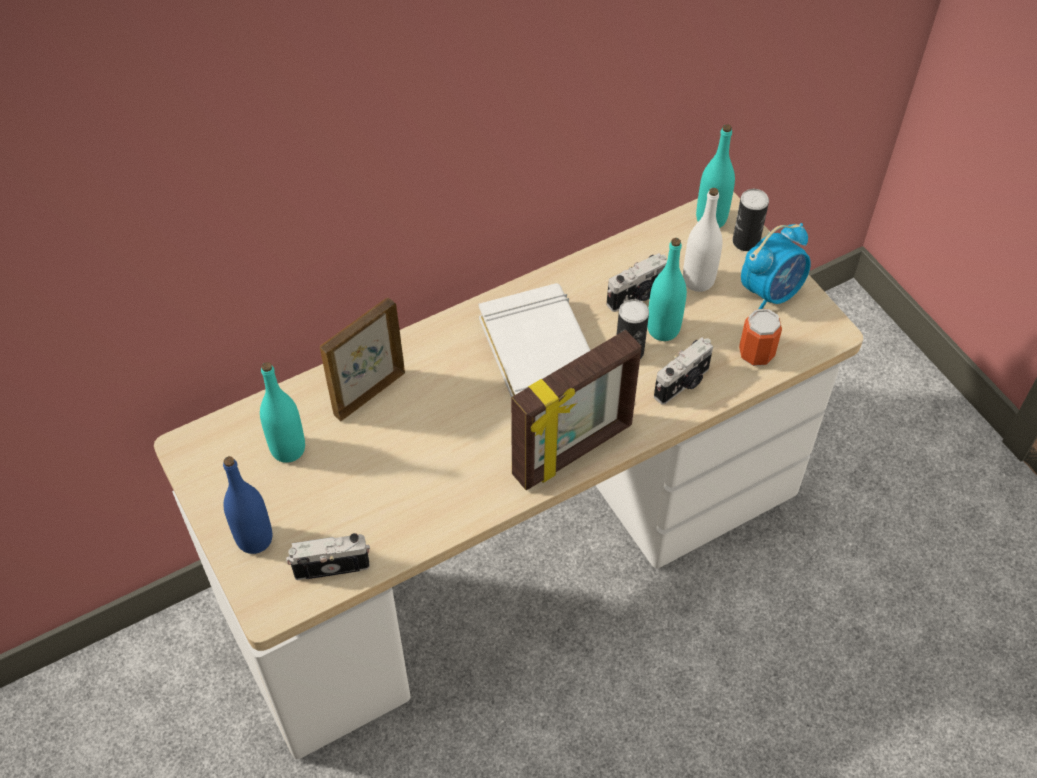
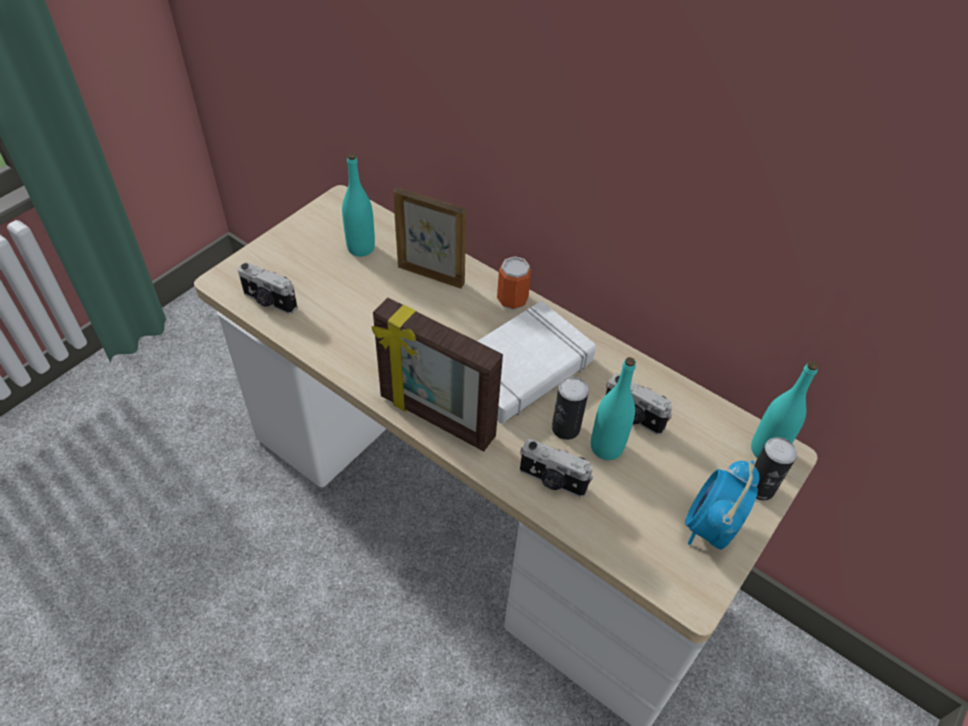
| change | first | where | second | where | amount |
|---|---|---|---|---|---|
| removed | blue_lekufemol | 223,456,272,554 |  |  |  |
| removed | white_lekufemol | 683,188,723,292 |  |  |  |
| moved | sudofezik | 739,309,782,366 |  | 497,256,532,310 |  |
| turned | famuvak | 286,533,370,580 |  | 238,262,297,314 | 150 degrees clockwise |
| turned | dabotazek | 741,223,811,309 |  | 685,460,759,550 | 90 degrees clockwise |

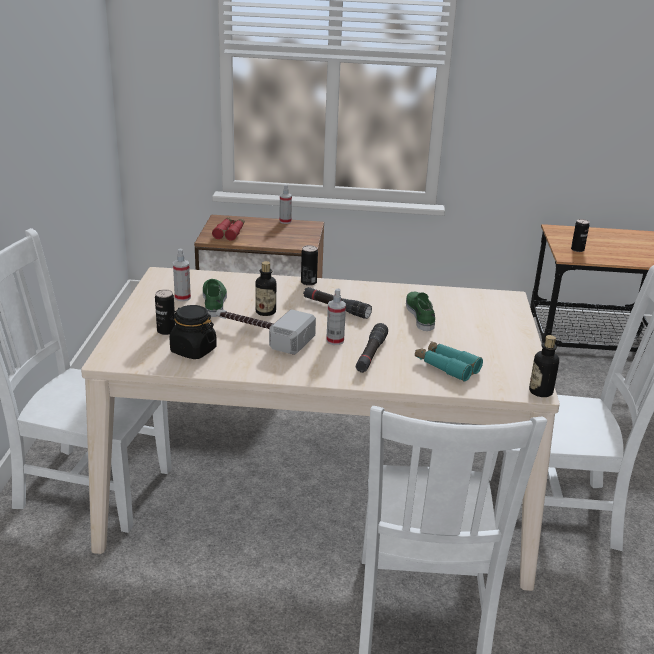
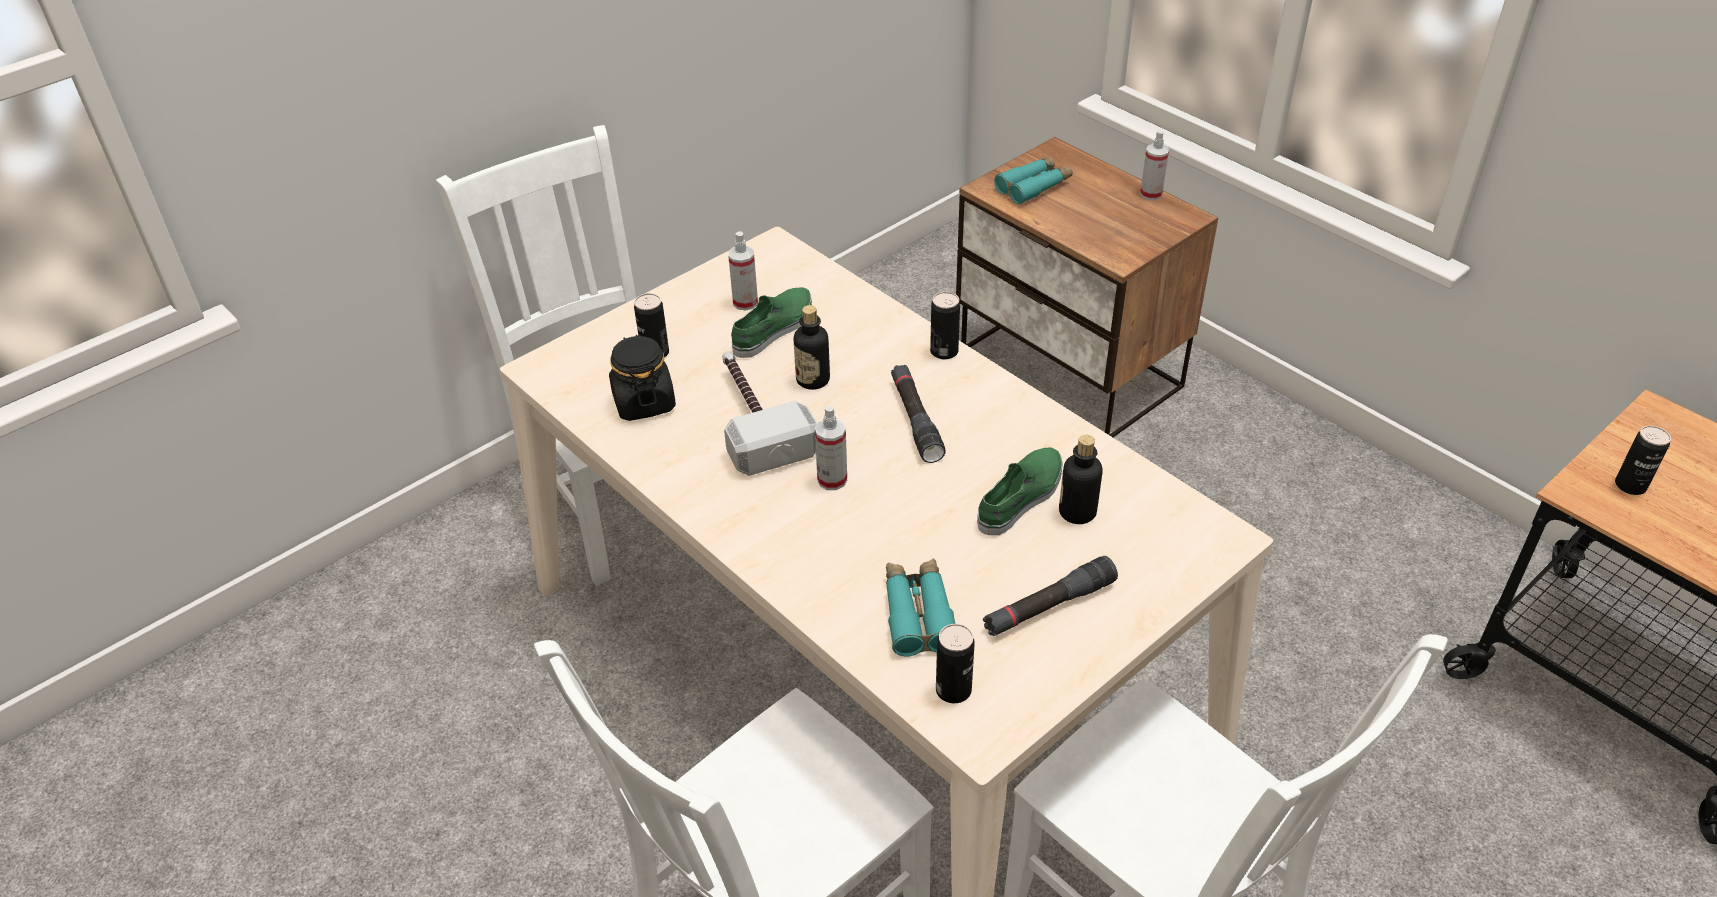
| change | first | where | second | where | amount |
|---|---|---|---|---|---|
| added |  |  | sudofezik | 936,624,975,703 |  |
| moved | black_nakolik | 356,323,388,373 |  | 983,556,1118,636 |  |
| moved | lekufemol | 529,335,559,397 |  | 1059,435,1103,524 |  |
| recoloured | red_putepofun | 212,217,245,241 | turquoise_putepofun | 994,156,1073,204 |  |

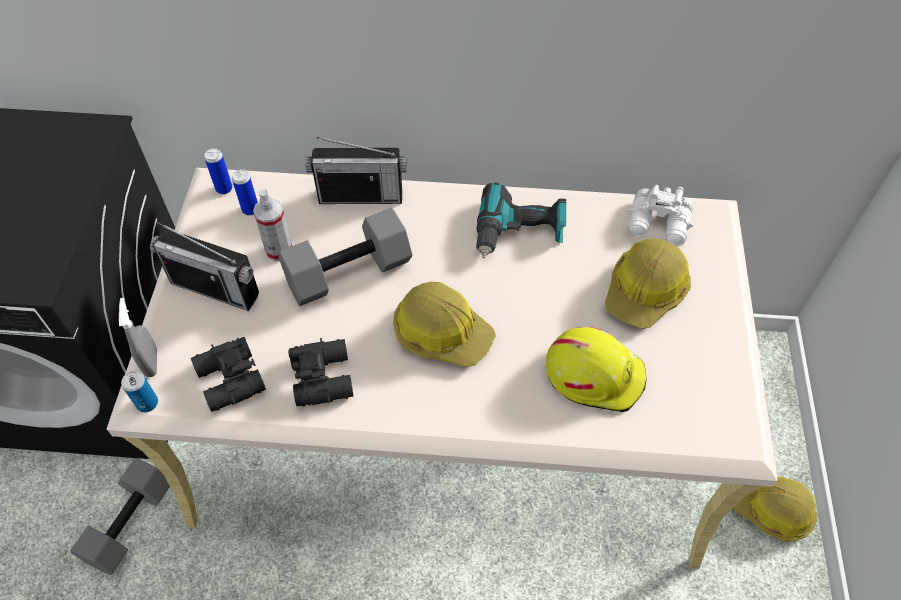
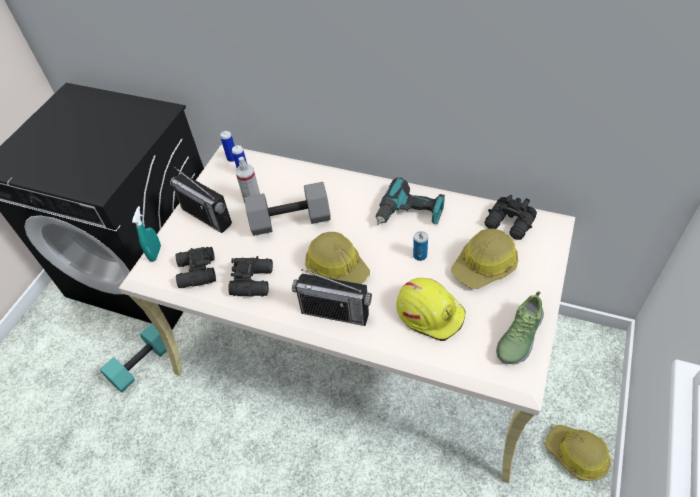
| change | first | where | second | where | amount |
|---|---|---|---|---|---|
| added |  |  | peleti | 496,291,544,365 |  |
| moved | sudofezik | 121,371,158,412 |  | 413,231,428,261 |  |
| moved | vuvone | 306,137,407,204 |  | 292,269,372,326 |  |
| recoloured | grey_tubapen | 70,458,170,575 | turquoise_tubapen | 100,323,167,393 |  |
| recoloured | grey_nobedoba | 119,298,157,377 | turquoise_nobedoba | 132,206,161,262 |  |
| recoloured | white_putepofun | 628,185,693,246 | black_putepofun | 485,195,537,240 |  |

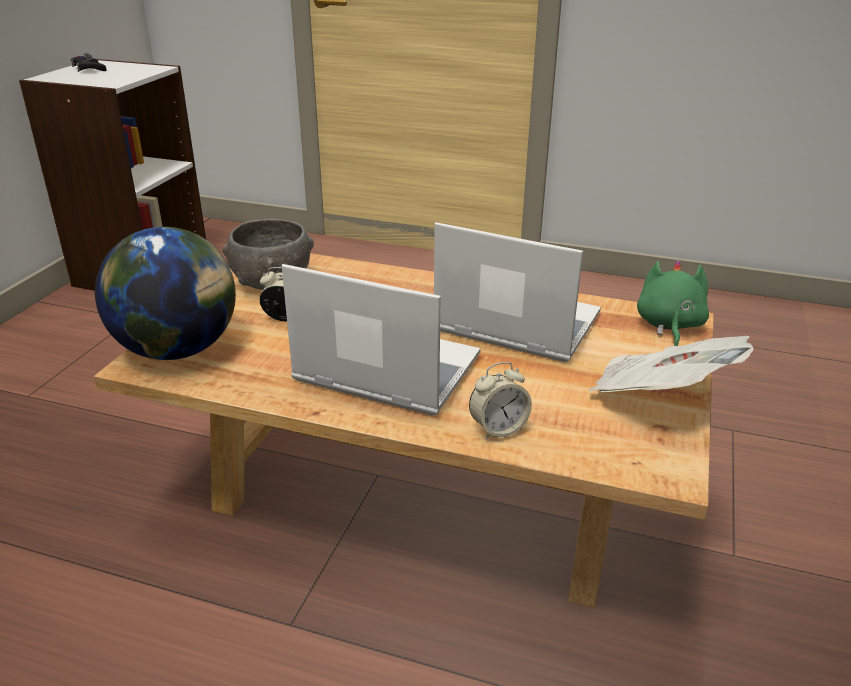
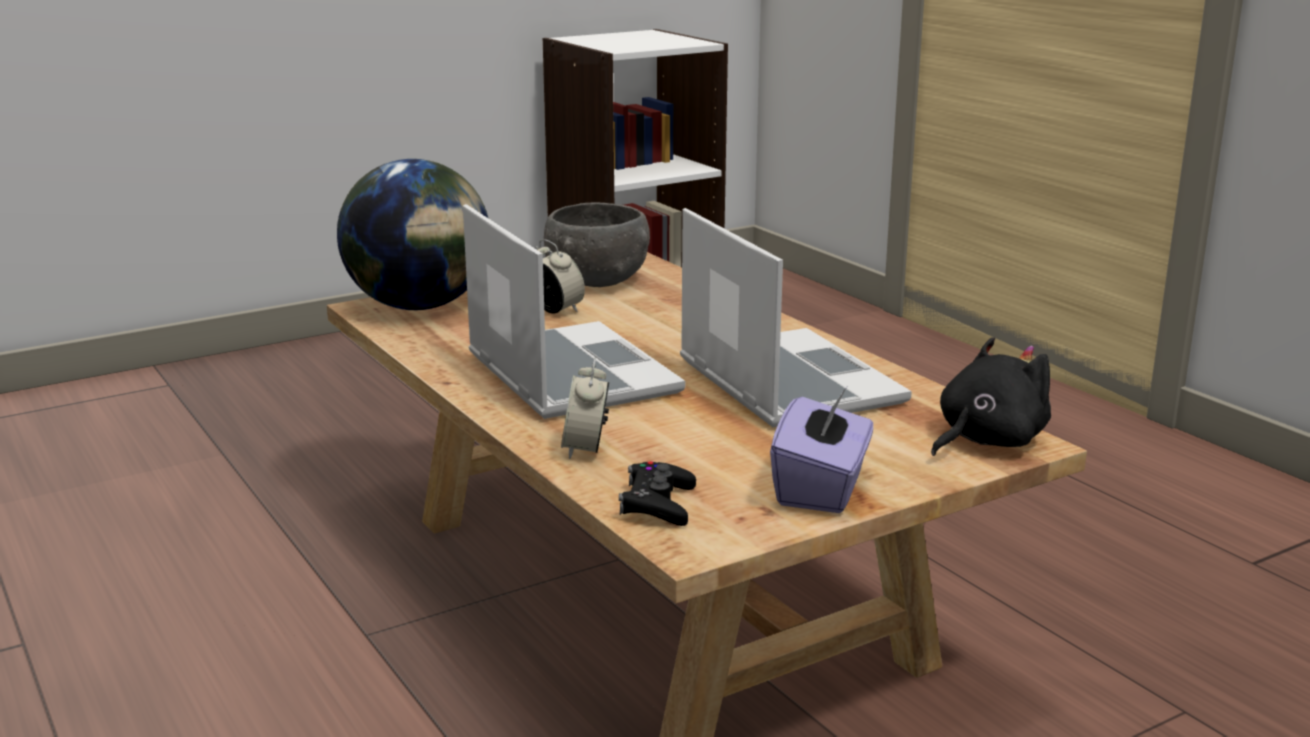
| change | first | where | second | where | amount |
|---|---|---|---|---|---|
| moved | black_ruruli | 70,53,107,72 |  | 619,461,696,526 |  |
| replaced | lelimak | 589,336,754,392 | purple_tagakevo | 770,387,873,513 |  |
| recoloured | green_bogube | 637,260,709,346 | black_bogube | 931,337,1051,456 |  |
| turned | dabotazek | 469,362,532,440 |  | 561,357,609,459 | 75 degrees clockwise |

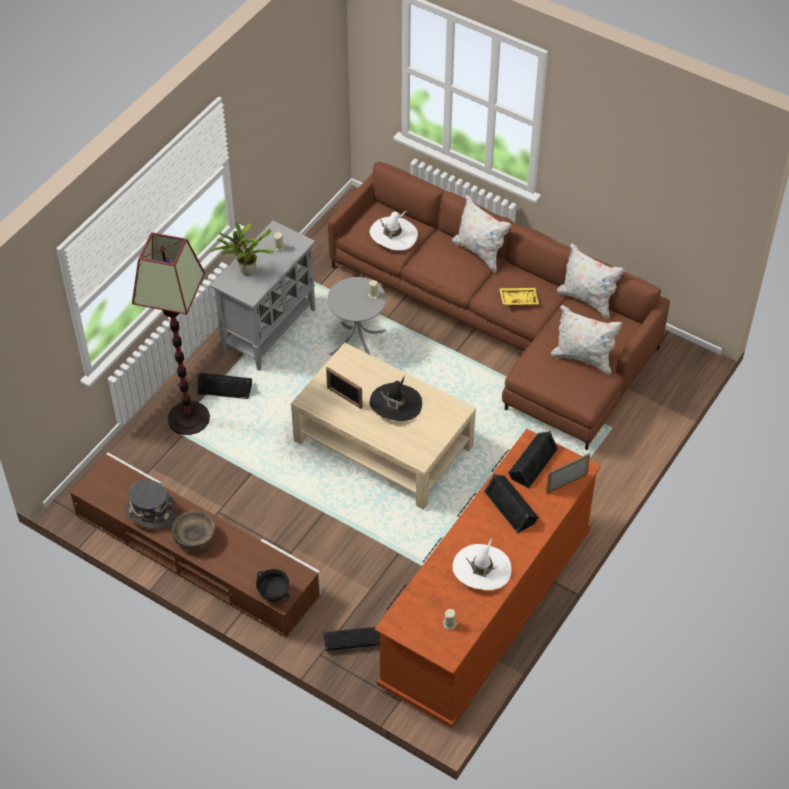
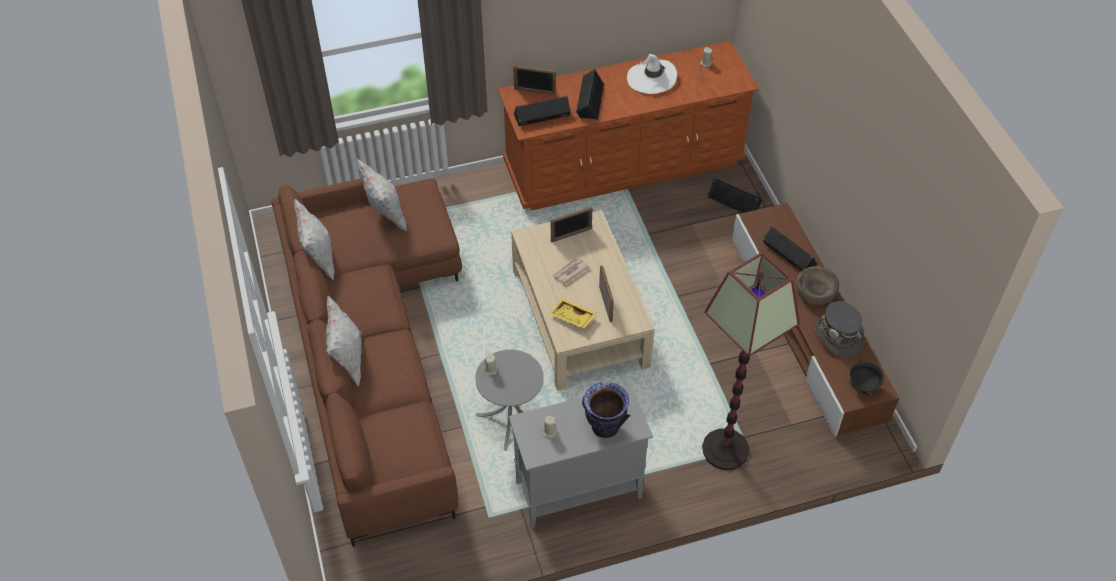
| change | first | where | second | where | amount |
|---|---|---|---|---|---|
| removed | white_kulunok | 369,211,418,250 |  |  |  |
| added |  |  | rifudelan | 551,206,592,242 |  |
| moved | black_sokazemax | 197,373,252,399 |  | 762,226,817,271 |  |
| moved | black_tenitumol | 256,569,290,601 |  | 850,359,884,397 |  |
| moved | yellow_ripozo | 499,288,539,306 |  | 550,299,597,329 |  |
| replaced | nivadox | 210,222,274,276 | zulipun | 582,382,631,438 |  |
| replaced | black_kulunok | 370,376,422,421 | lelimak | 552,258,589,285 |  |

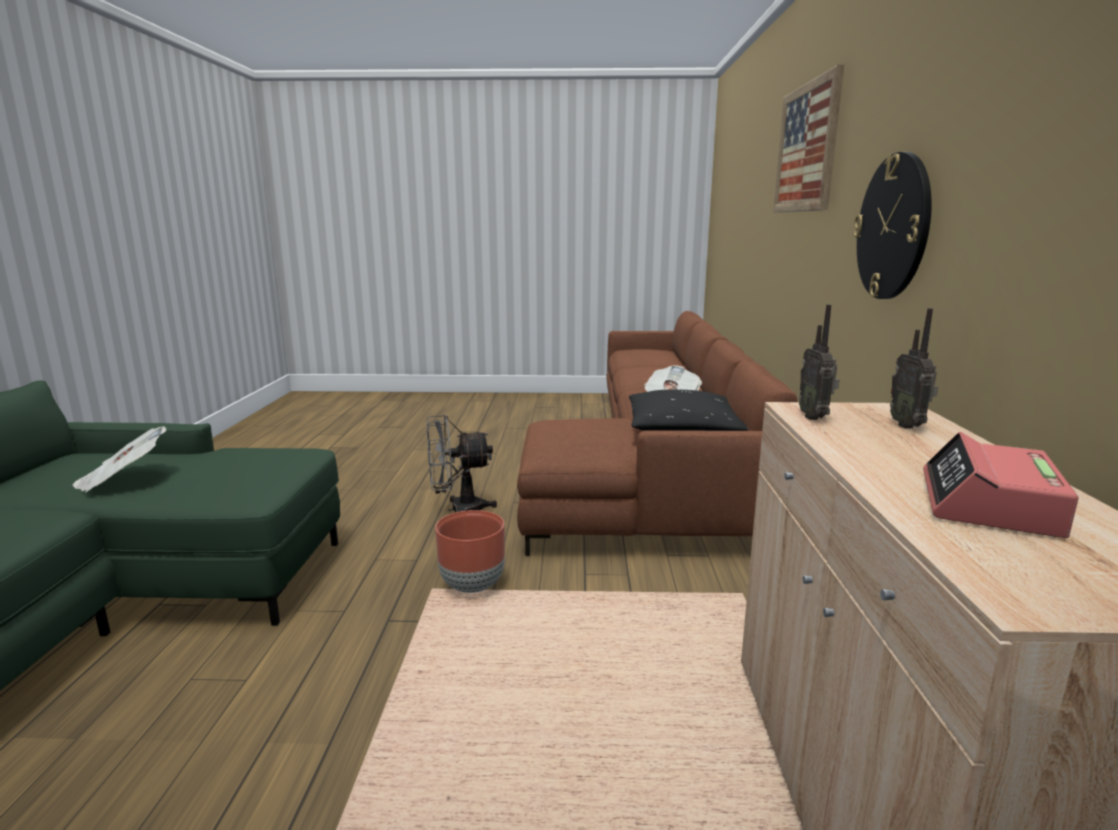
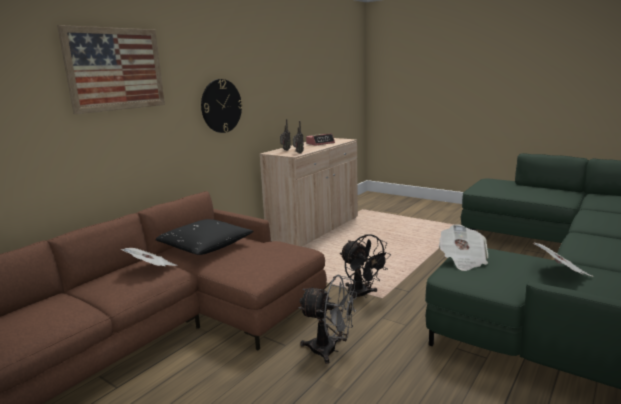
| change | first | where | second | where | amount |
|---|---|---|---|---|---|
| added |  |  | lelimak | 439,224,488,271 |  |
| replaced | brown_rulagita | 435,510,505,593 | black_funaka | 340,234,391,298 |  |

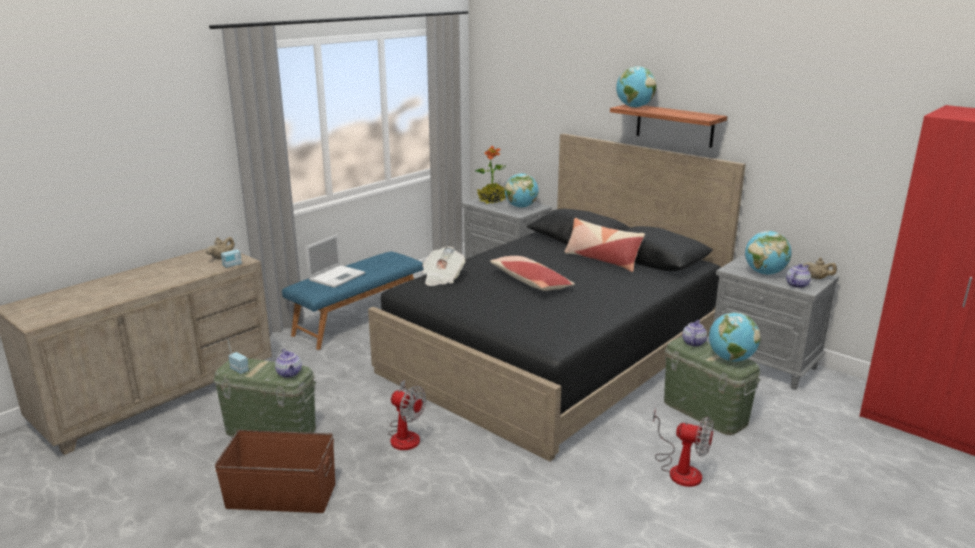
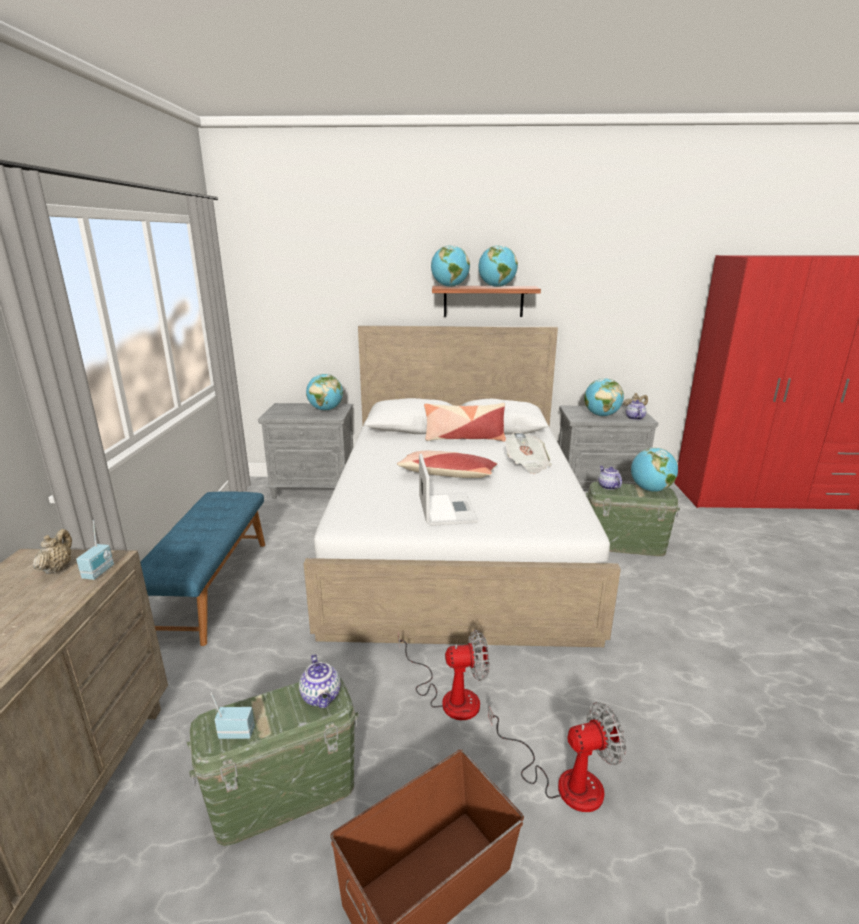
| change | first | where | second | where | amount |
|---|---|---|---|---|---|
| removed | nivadox | 475,145,506,204 |  |  |  |
| added |  |  | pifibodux | 478,245,518,287 |  |
| moved | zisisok | 305,234,365,288 |  | 419,454,478,526 |  |
| moved | lelimak | 422,246,465,286 |  | 505,432,552,474 |  |
| moved | funaka | 653,409,714,487 |  | 488,702,626,812 |  |
| recoloured | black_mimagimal | 368,133,746,462 | white_mimagimal | 304,326,621,647 |  |
| turned | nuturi | 275,349,302,378 |  | 299,654,341,708 | 45 degrees clockwise |

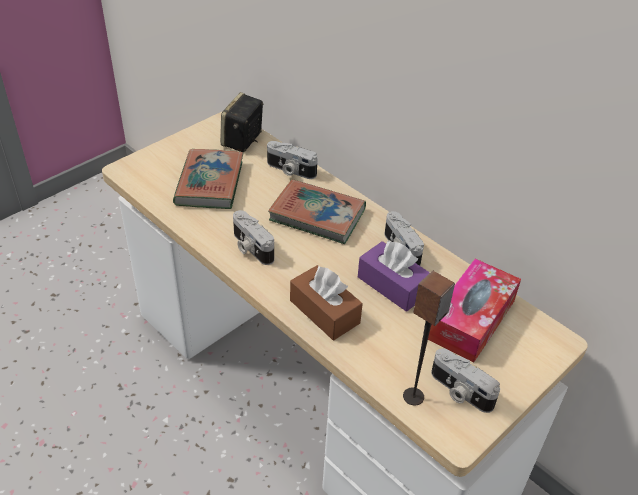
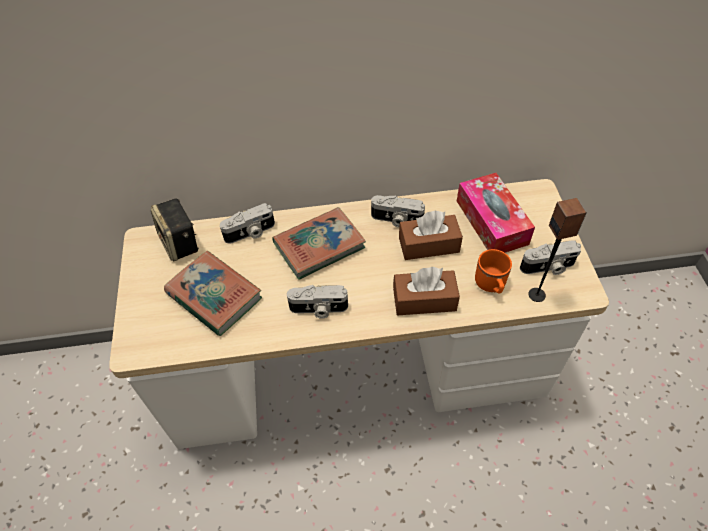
| change | first | where | second | where | amount |
|---|---|---|---|---|---|
| added |  |  | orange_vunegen | 475,249,512,294 |  |
| recoloured | purple_tagakevo | 358,240,430,312 | brown_tagakevo | 399,211,463,260 |  |

